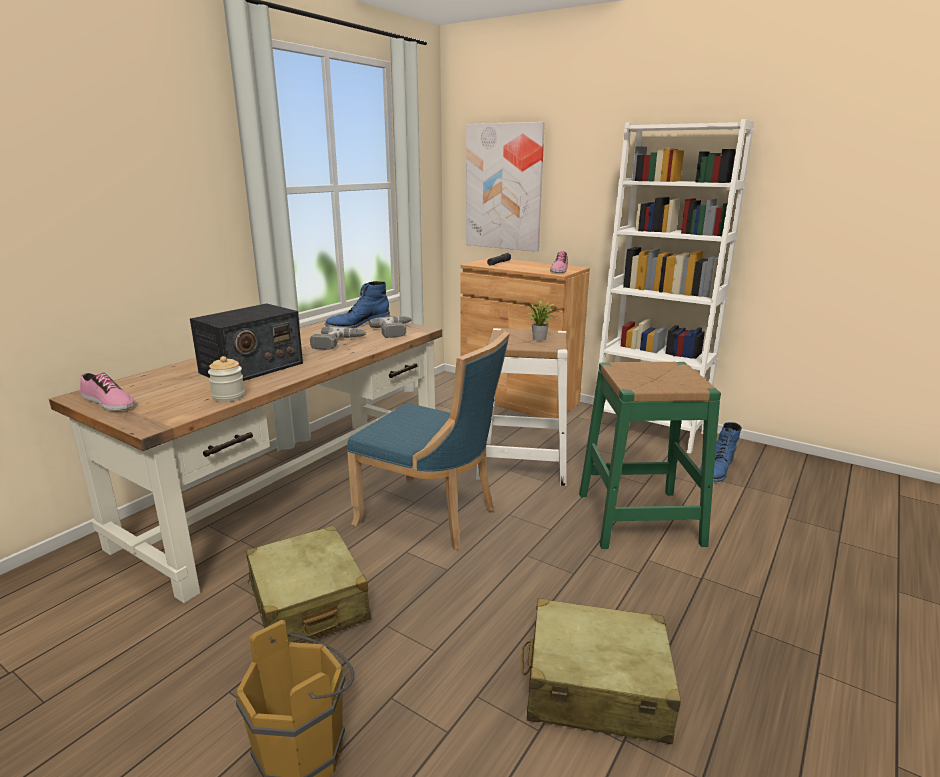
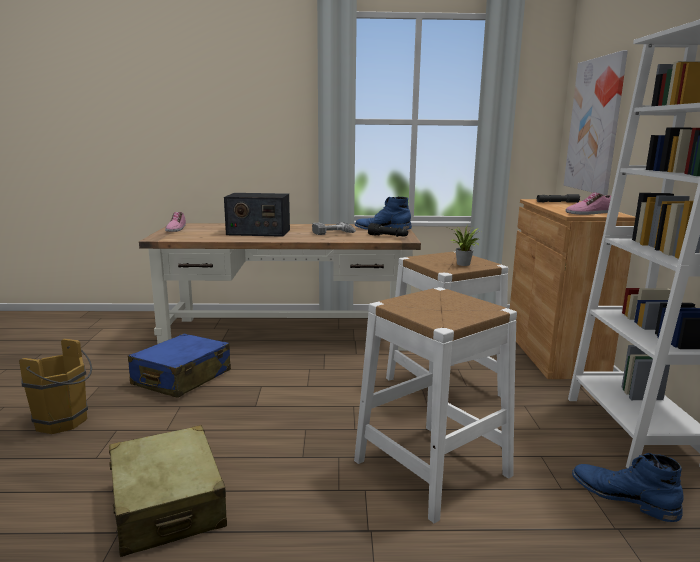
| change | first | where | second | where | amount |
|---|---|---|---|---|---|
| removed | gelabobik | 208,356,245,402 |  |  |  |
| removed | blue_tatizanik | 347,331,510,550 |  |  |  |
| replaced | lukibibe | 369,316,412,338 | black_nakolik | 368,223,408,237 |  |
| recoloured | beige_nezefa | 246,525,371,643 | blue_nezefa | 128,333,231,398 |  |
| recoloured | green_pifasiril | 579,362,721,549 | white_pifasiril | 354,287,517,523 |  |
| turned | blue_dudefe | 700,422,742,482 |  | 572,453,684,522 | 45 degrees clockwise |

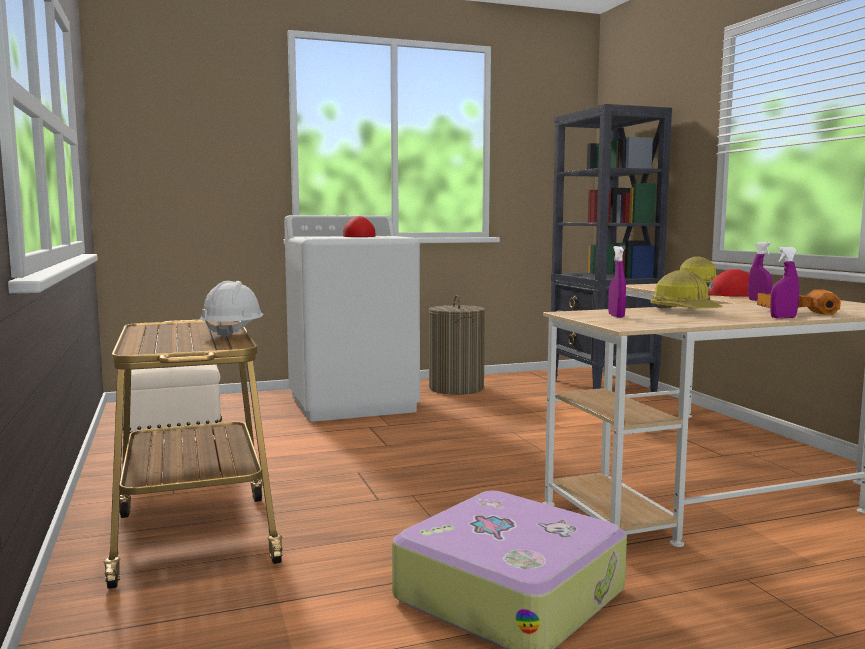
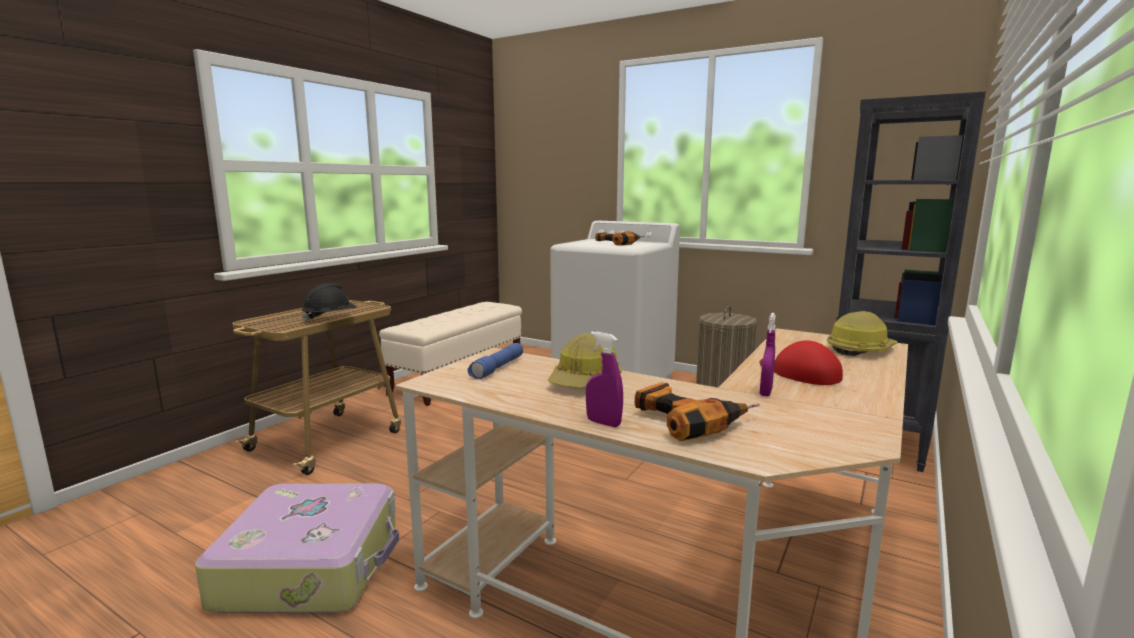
| change | first | where | second | where | amount |
|---|---|---|---|---|---|
| replaced | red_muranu | 343,216,375,237 | lukibibe | 596,231,644,246 |  |
| replaced | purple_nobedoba | 608,246,626,318 | blue_nakolik | 468,343,523,379 |  |
| recoloured | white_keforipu | 200,281,263,339 | black_keforipu | 302,283,357,322 |  |

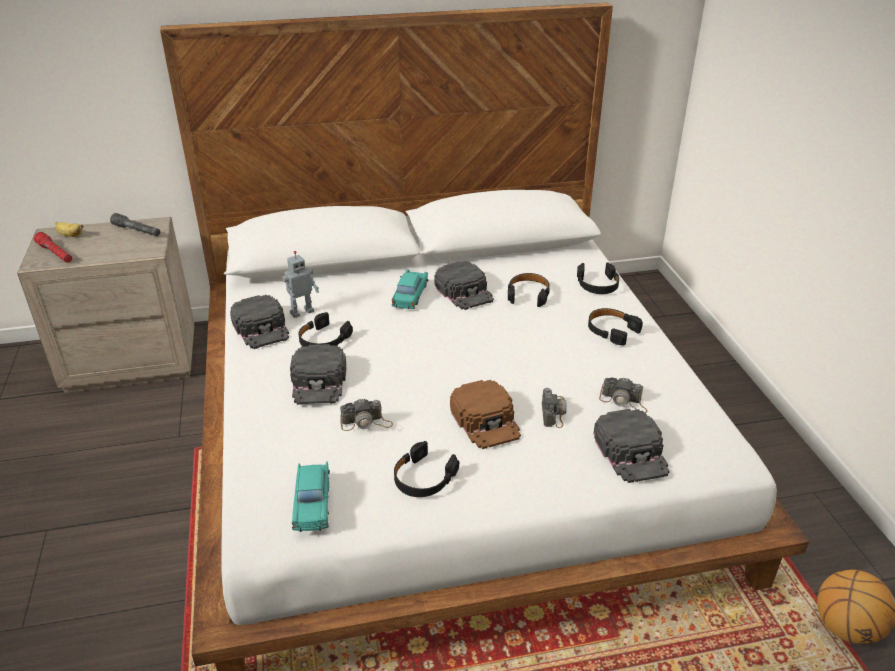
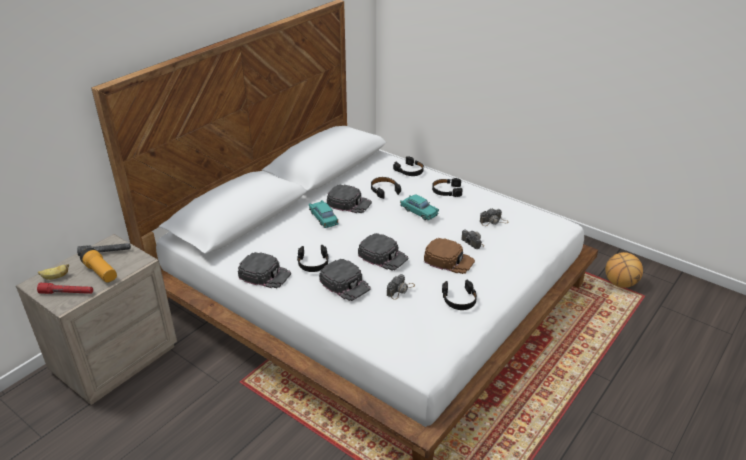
| change | first | where | second | where | amount |
|---|---|---|---|---|---|
| removed | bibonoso | 282,251,319,318 |  |  |  |
| added |  |  | nakolik | 80,248,117,283 |  |
| moved | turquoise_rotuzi | 292,461,330,532 |  | 400,194,439,220 |  |
| moved | black_muranu | 593,409,670,483 |  | 358,233,408,271 |  |

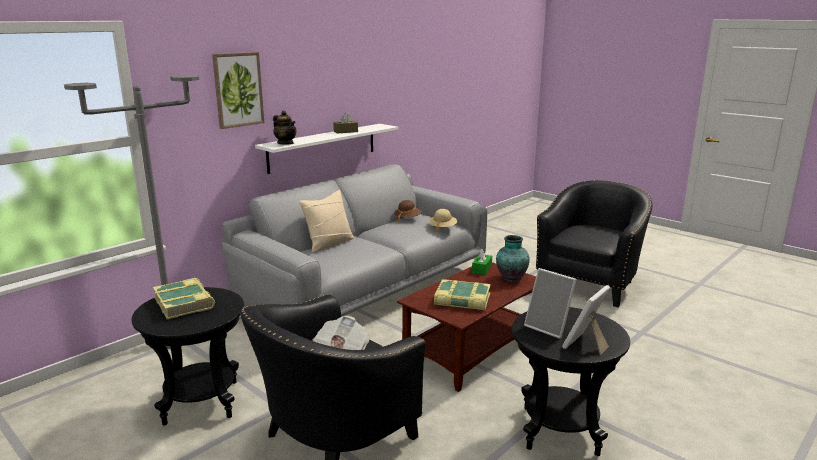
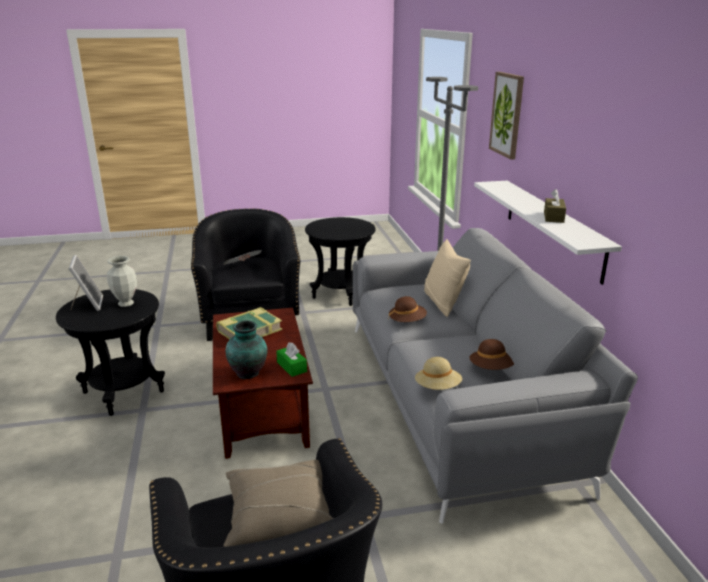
| change | first | where | second | where | amount |
|---|---|---|---|---|---|
| removed | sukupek | 153,278,215,320 |  |  |  |
| removed | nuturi | 273,110,297,145 |  |  |  |
| added |  |  | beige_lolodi | 223,460,334,547 |  |
| added |  |  | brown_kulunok | 389,296,427,322 |  |
| replaced | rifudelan | 524,268,577,339 | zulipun | 107,256,137,307 |  |

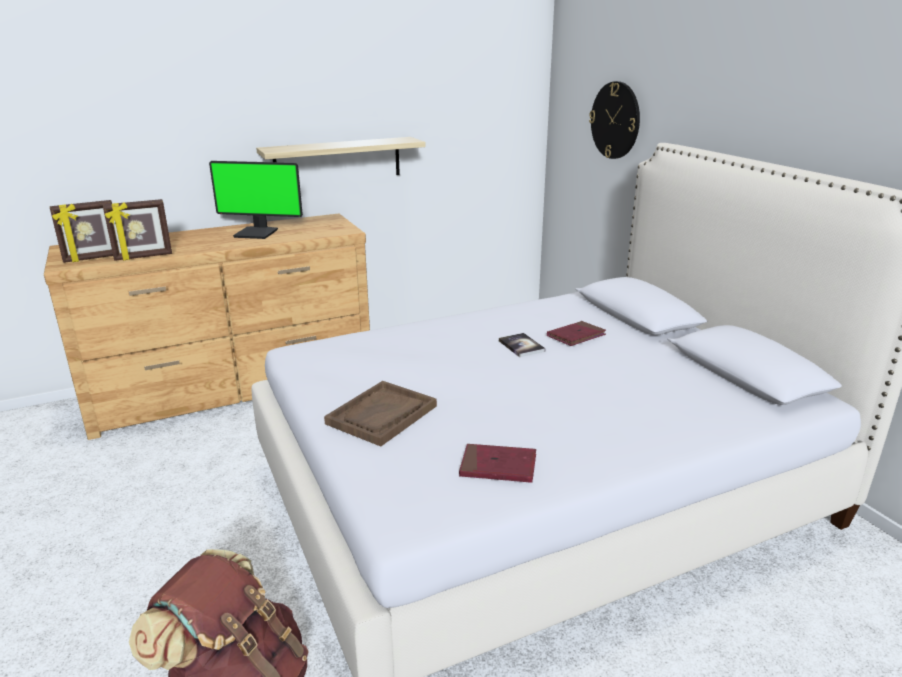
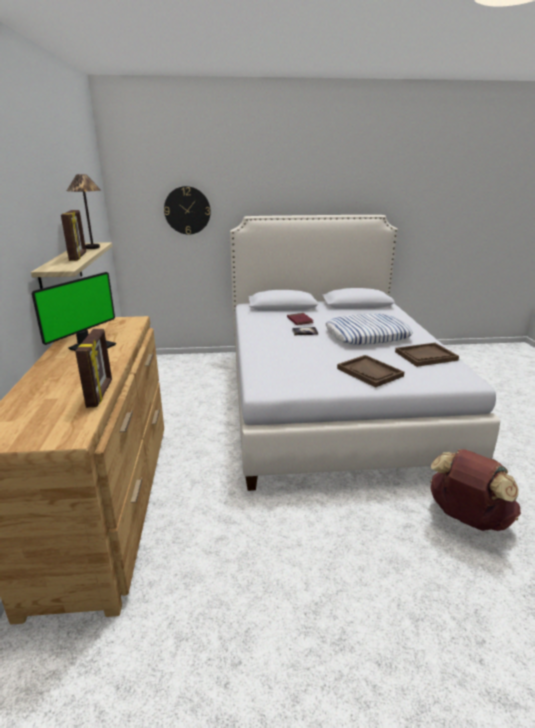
| change | first | where | second | where | amount |
|---|---|---|---|---|---|
| added |  |  | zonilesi | 67,174,101,249 |  |
| added |  |  | lolodi | 326,314,413,345 |  |
| moved | rifudelan | 50,200,113,263 |  | 61,210,86,261 |  |
| replaced | red_sukupek | 459,444,536,483 | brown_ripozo | 395,343,459,367 |  |

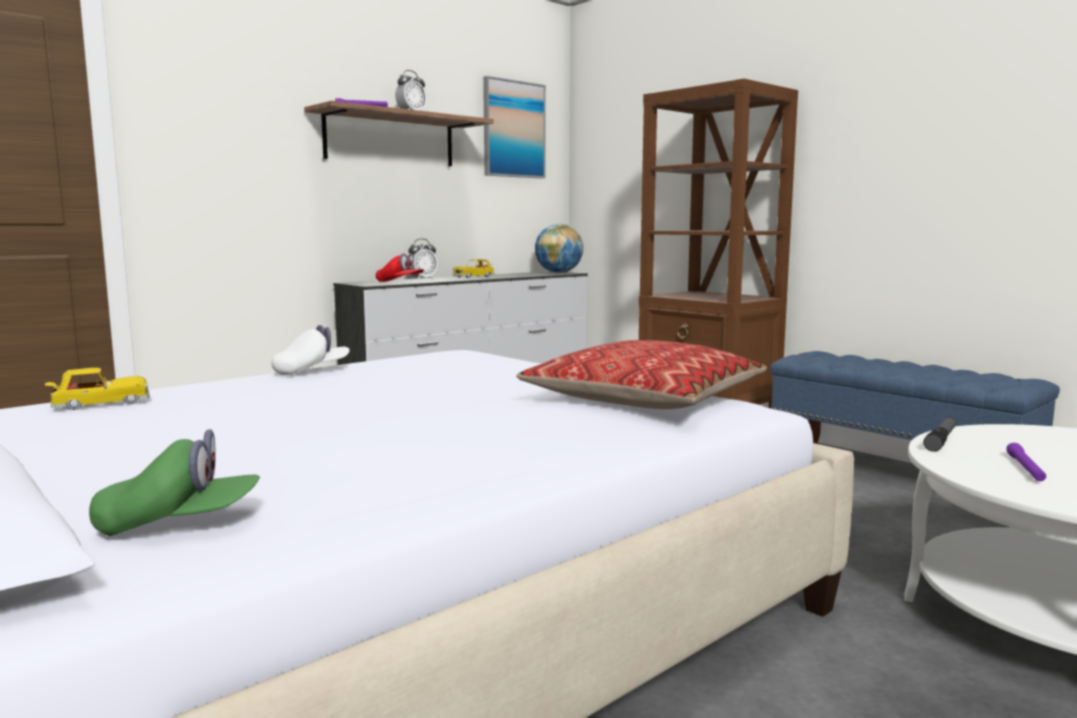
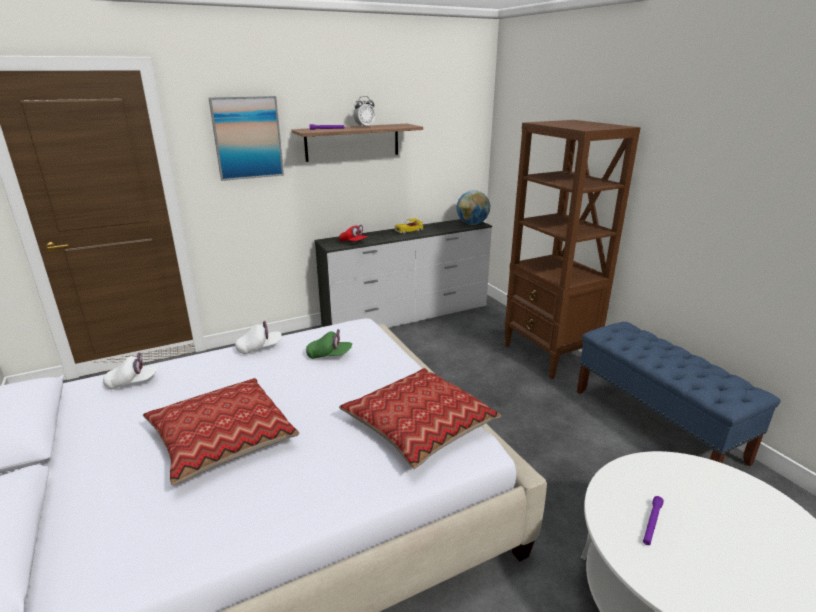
| change | first | where | second | where | amount |
|---|---|---|---|---|---|
| removed | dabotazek | 408,239,438,280 |  |  |  |
| removed | nakolik | 923,417,956,452 |  |  |  |
| added |  |  | lolodi | 143,378,300,486 |  |
| moved | green_muranu | 89,429,260,536 |  | 306,329,352,359 |  |
| moved | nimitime | 483,76,546,179 |  | 209,96,284,181 |  |
| replaced | rotuzi | 45,368,150,410 | white_muranu | 103,352,158,389 |  |

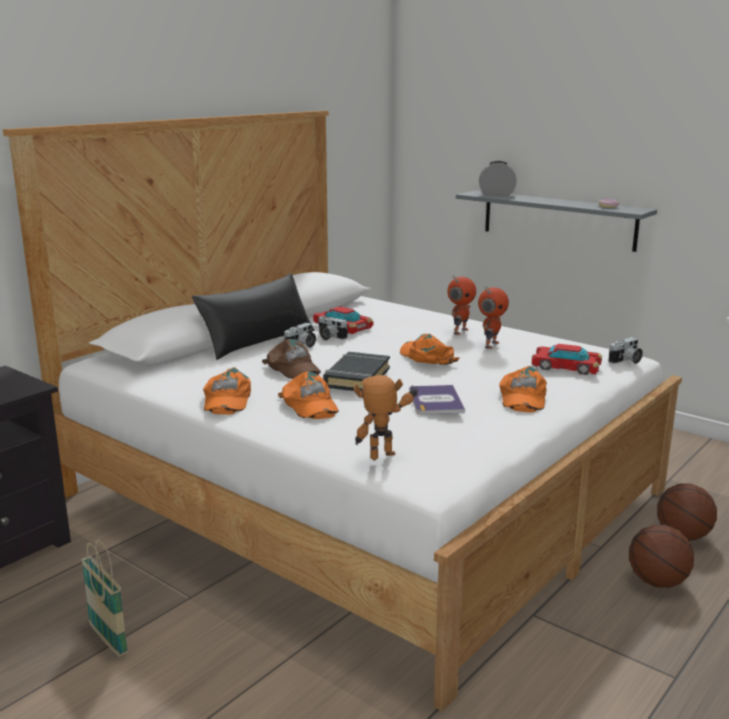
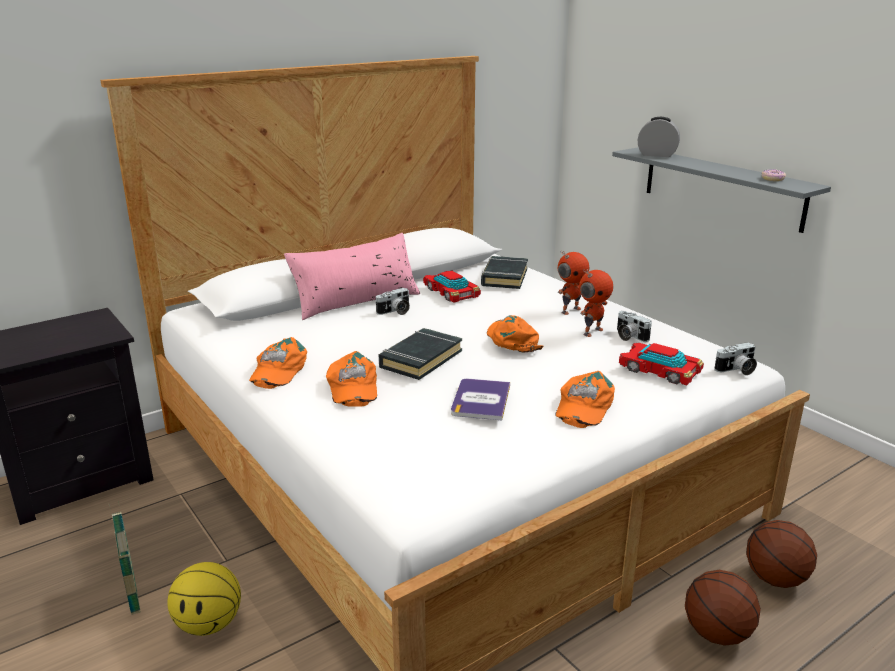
| change | first | where | second | where | amount |
|---|---|---|---|---|---|
| removed | brown_muranu | 262,339,321,379 |  |  |  |
| removed | bibonoso | 354,375,419,460 |  |  |  |
| added |  |  | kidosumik | 167,562,241,636 |  |
| added |  |  | black_sukupek | 481,256,528,289 |  |
| moved | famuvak | 319,316,347,340 |  | 617,311,652,342 |  |
| recoloured | black_lolodi | 192,273,314,360 | pink_lolodi | 284,233,420,320 |  |

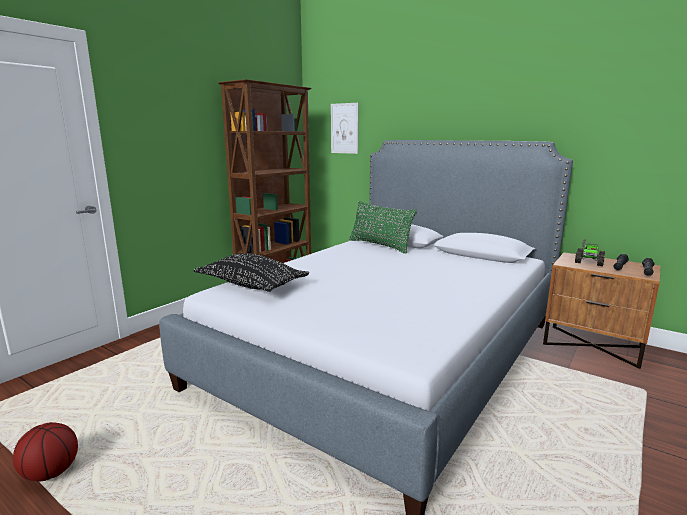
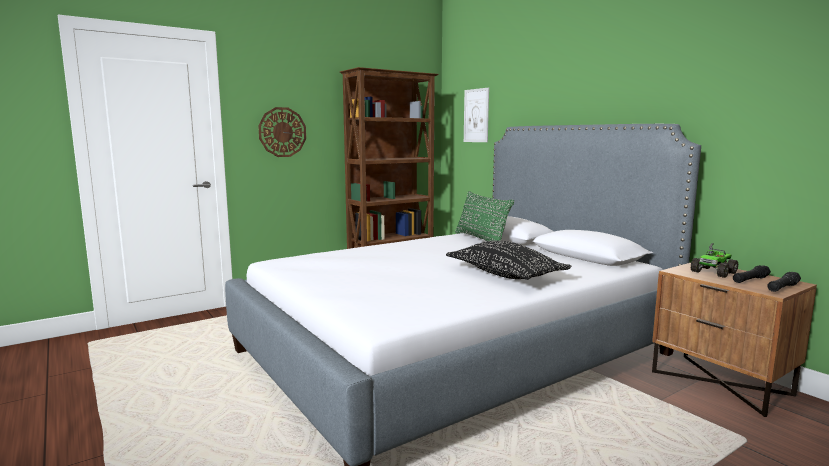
| change | first | where | second | where | amount |
|---|---|---|---|---|---|
| removed | kidosumik | 13,422,78,481 |  |  |  |
| added |  |  | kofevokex | 258,107,306,157 |  |
| moved | black_lolodi | 194,253,309,292 |  | 446,241,572,280 |  |

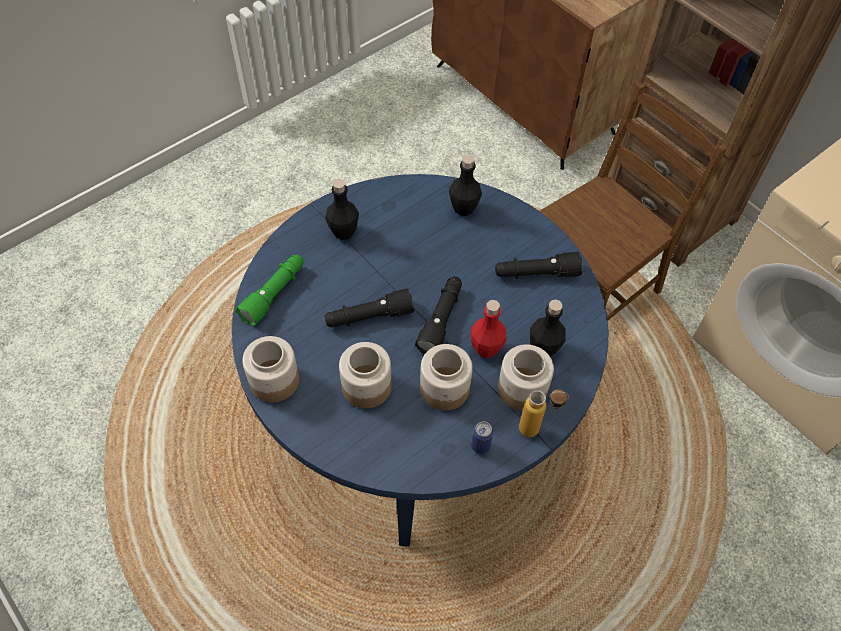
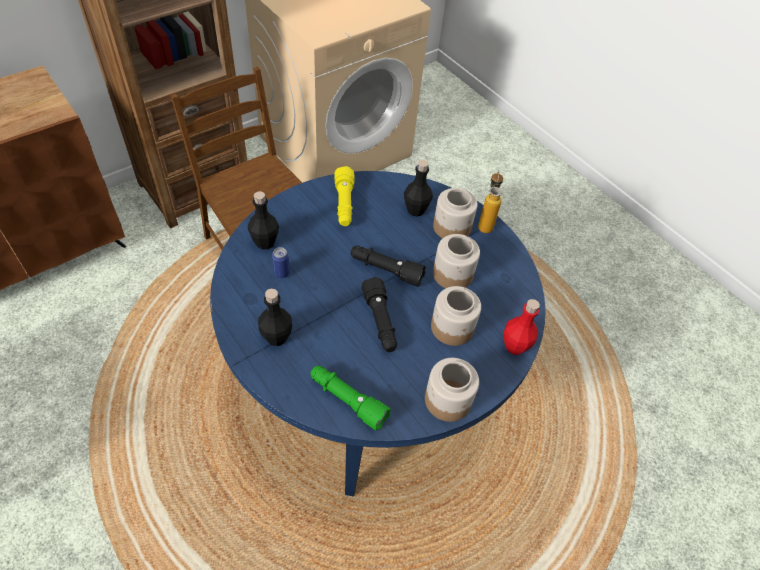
| change | first | where | second | where | amount |
|---|---|---|---|---|---|
| moved | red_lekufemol | 471,300,506,358 |  | 503,299,540,355 |  |
| moved | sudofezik | 471,421,493,454 |  | 272,247,290,278 |  |
| recoloured | black_nakolik | 495,252,583,279 | yellow_nakolik | 335,166,354,226 |  |

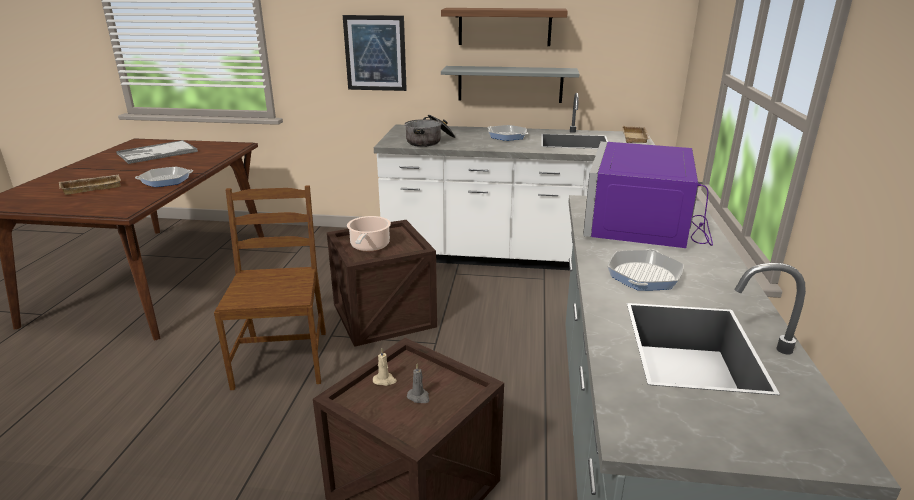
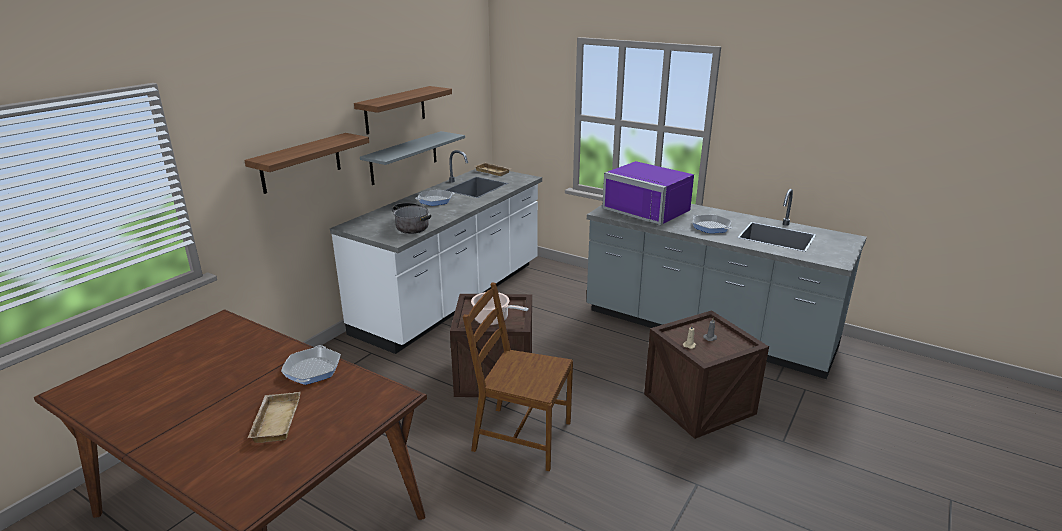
| change | first | where | second | where | amount |
|---|---|---|---|---|---|
| removed | ripozo | 116,140,198,164 |  |  |  |
| replaced | nimitime | 343,15,407,91 | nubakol | 244,133,369,194 |  |

